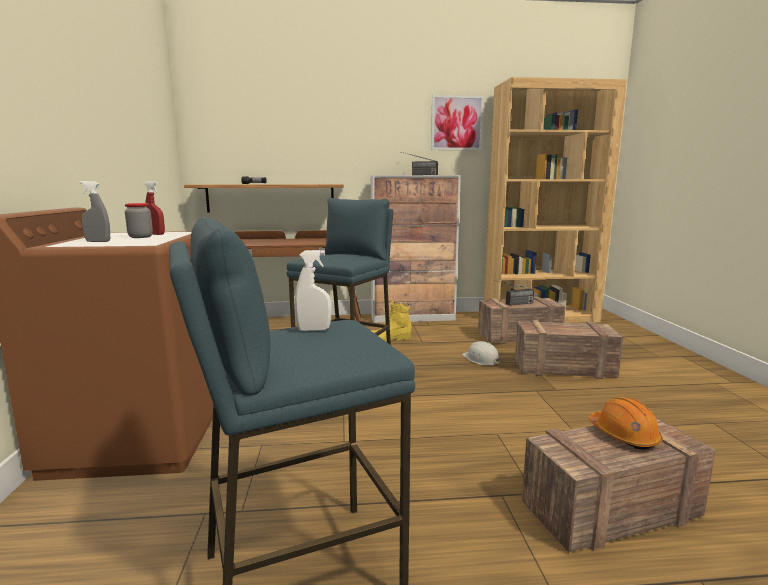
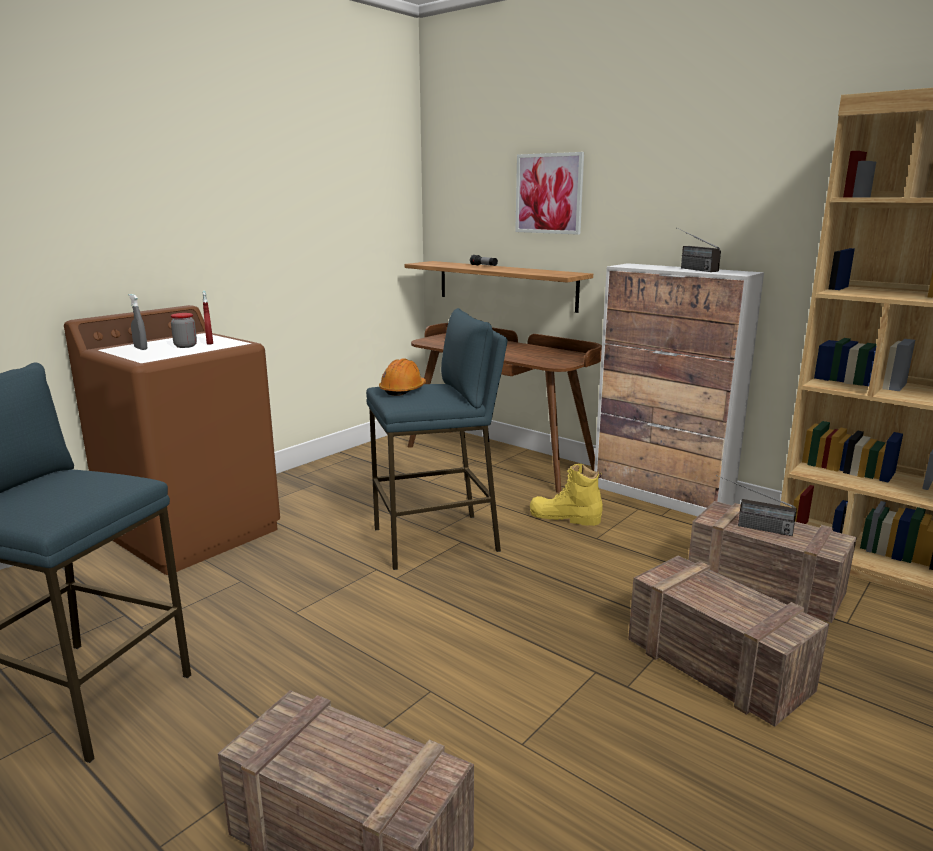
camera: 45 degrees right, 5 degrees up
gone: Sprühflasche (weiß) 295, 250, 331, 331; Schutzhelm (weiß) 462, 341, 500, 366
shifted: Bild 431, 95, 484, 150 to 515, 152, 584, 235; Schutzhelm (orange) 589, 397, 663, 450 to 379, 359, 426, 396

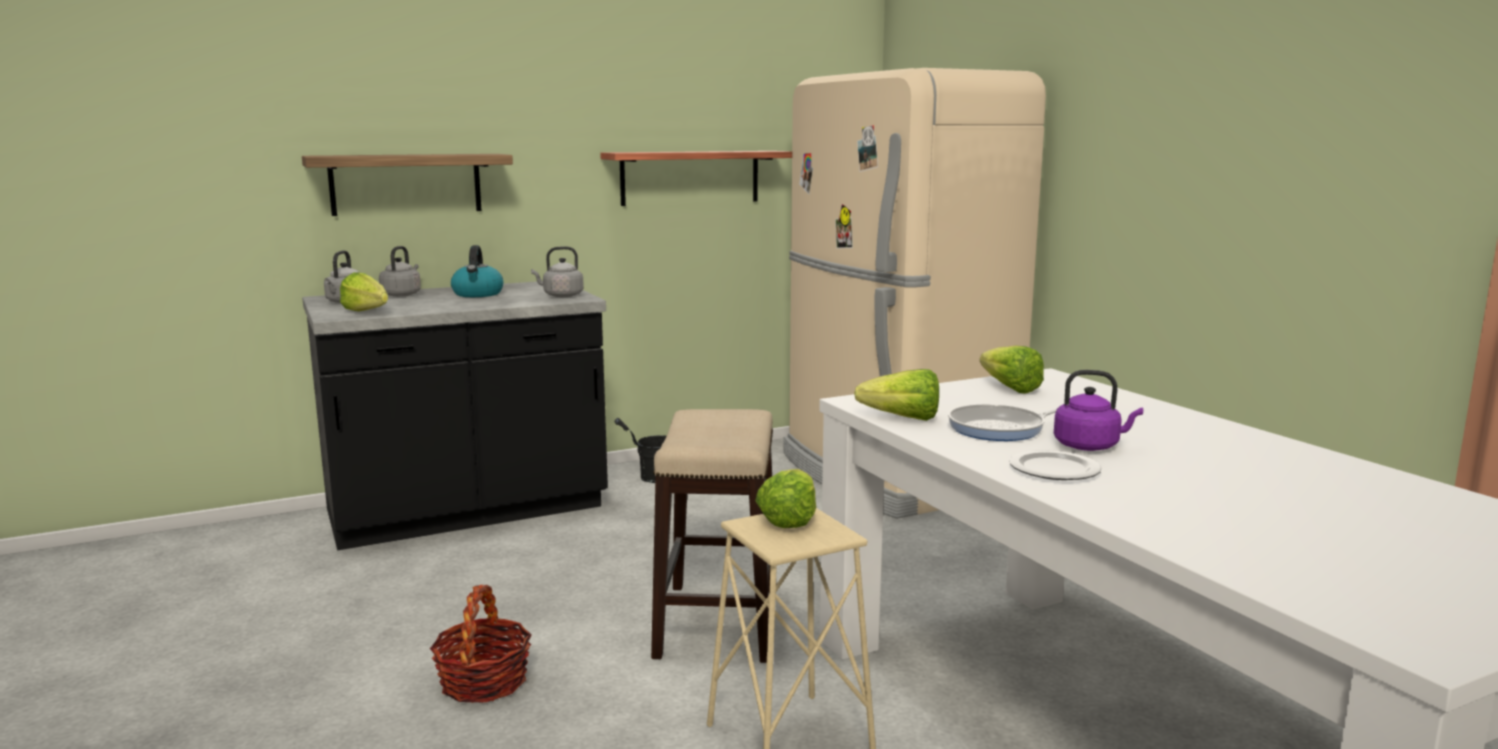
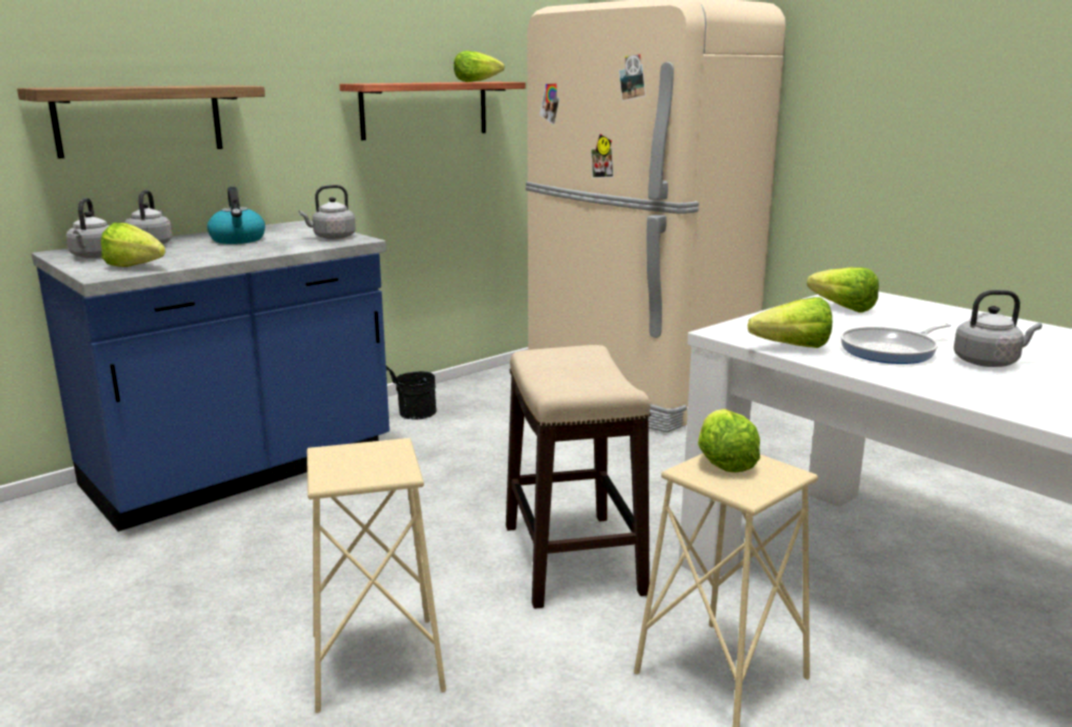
camera: 15 degrees left, 5 degrees up
gone: Teller 1009, 450, 1102, 480
new: Salatkopf 454, 51, 504, 82
swapped: Korb 430, 585, 532, 703 to Hocker (beige) 307, 438, 446, 713
repainted: Küchenzeile (schwarz) 302, 281, 608, 550 to Küchenzeile (blau) 31, 220, 390, 532; Wasserkessel (lila) 1054, 370, 1143, 451 to Wasserkessel (grau) 954, 290, 1042, 367

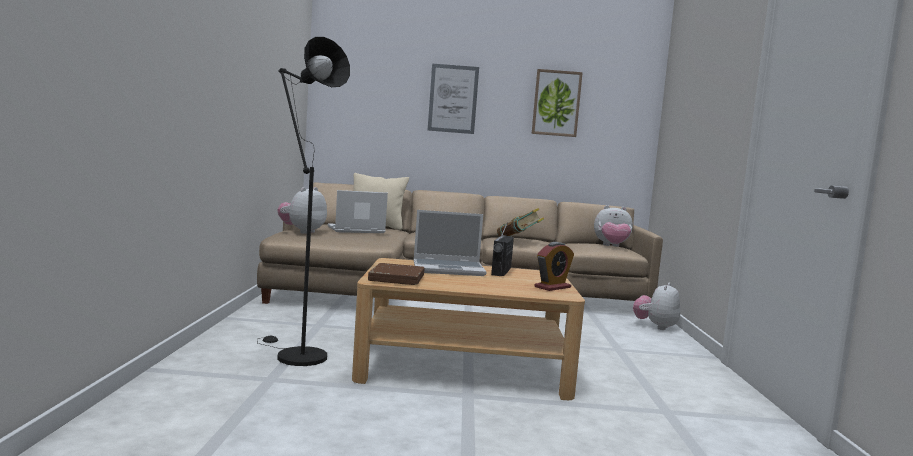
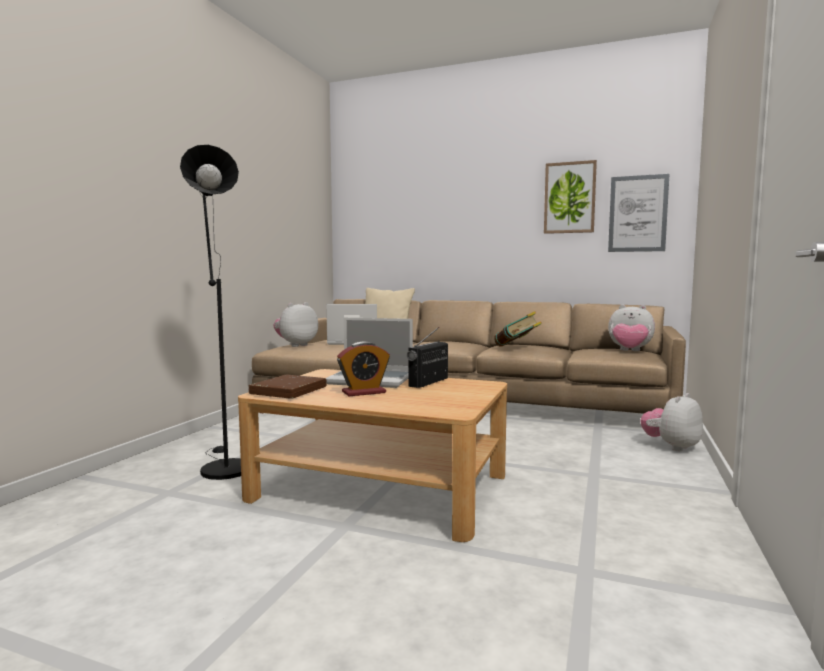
camera: 20 degrees right, 0 degrees up
shifted: Bild 428, 64, 479, 134 to 608, 174, 669, 252; Wecker 534, 242, 574, 291 to 337, 342, 390, 396

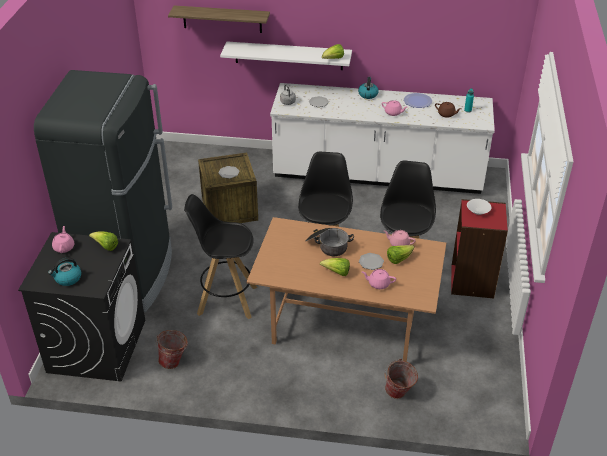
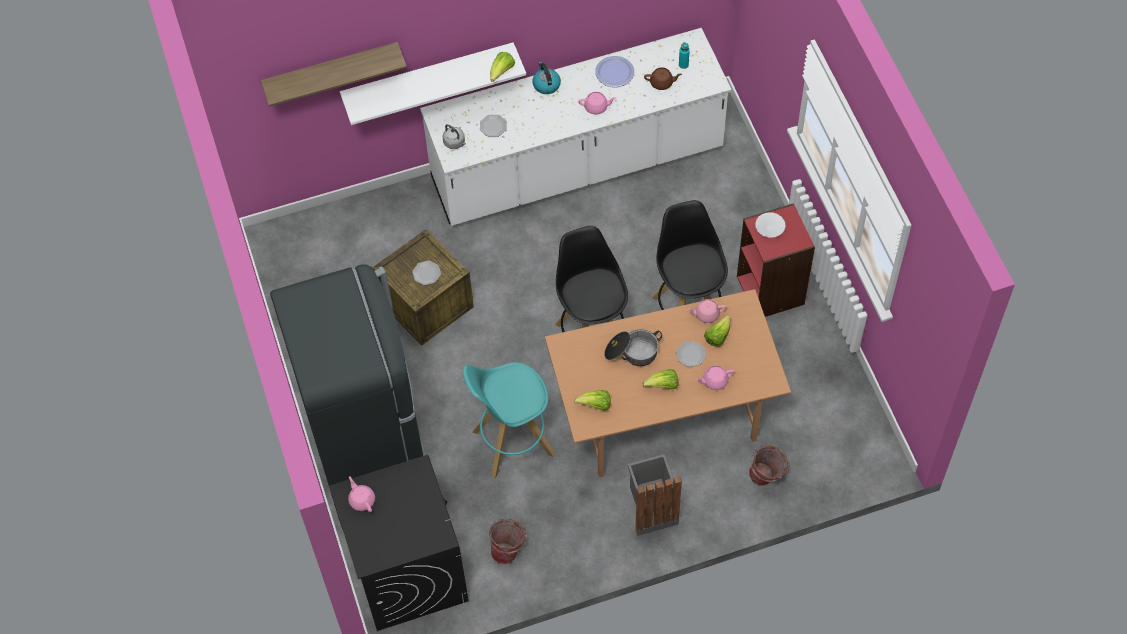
camera: 25 degrees left, 20 degrees up
gone: Wasserkessel 48, 257, 81, 286
new: Mülleimer (grau) 626, 454, 682, 536
shifted: Salatkopf 89, 231, 118, 251 to 574, 390, 610, 411
repainted: Hocker (schwarz) 184, 194, 257, 319 to Hocker (türkis) 463, 362, 556, 478

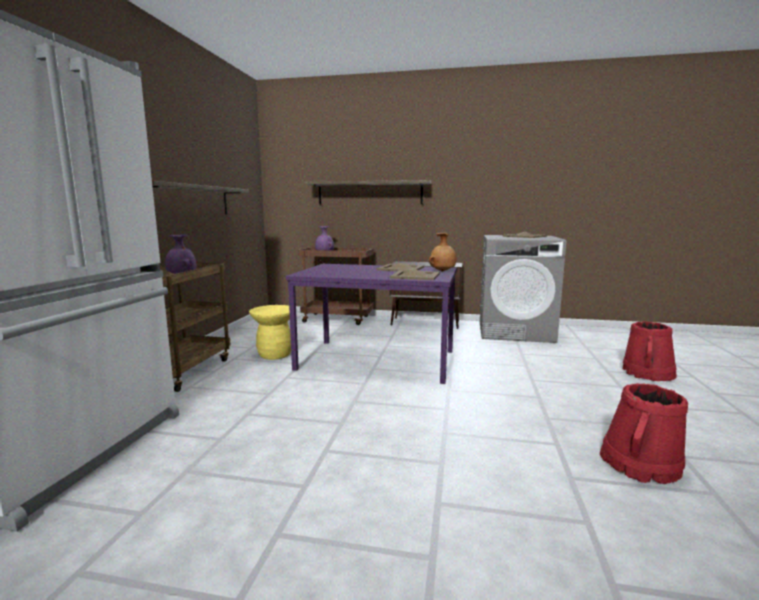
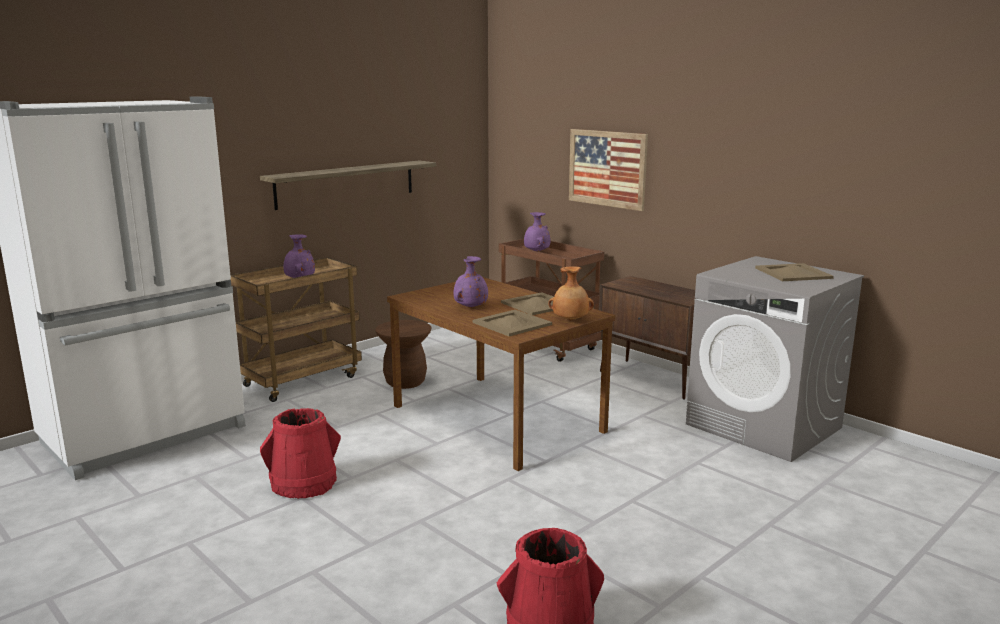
camera: 35 degrees right, 5 degrees up
new: Vase (lila) 454, 256, 488, 308
shifted: Eimer (rot) 623, 321, 677, 381 to 260, 408, 341, 499
swapped: Wandregal 305, 180, 431, 205 to Bild 569, 129, 648, 211
repainted: Esstisch (lila) 286, 264, 457, 384 to Esstisch (braun) 387, 277, 615, 471; Hocker (gelb) 249, 305, 291, 360 to Hocker (braun) 375, 320, 431, 389

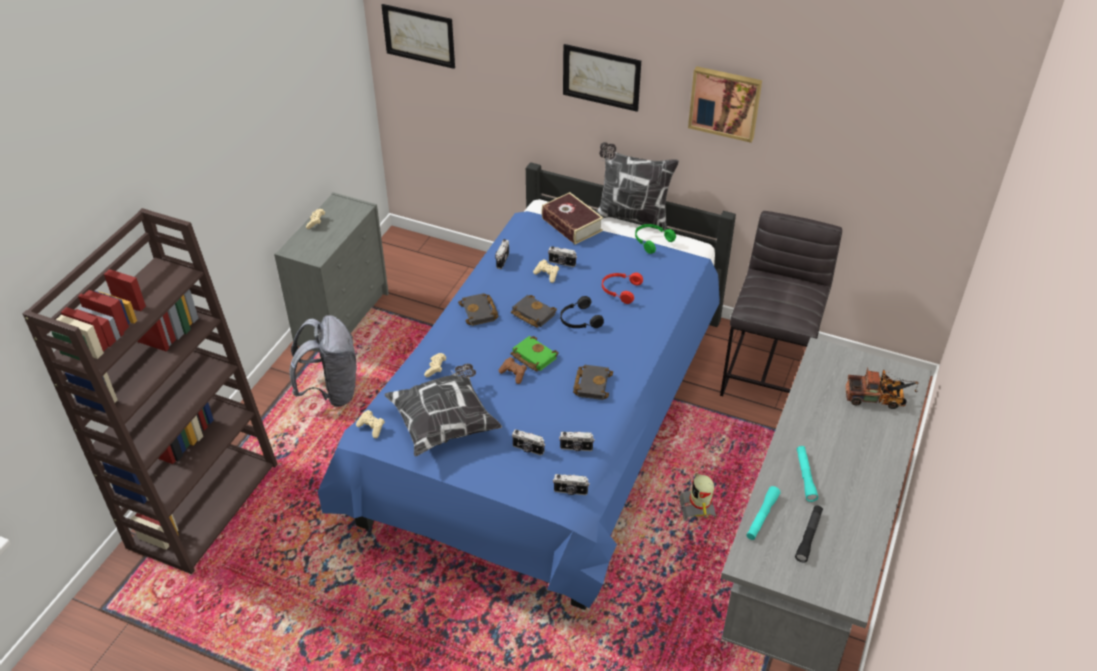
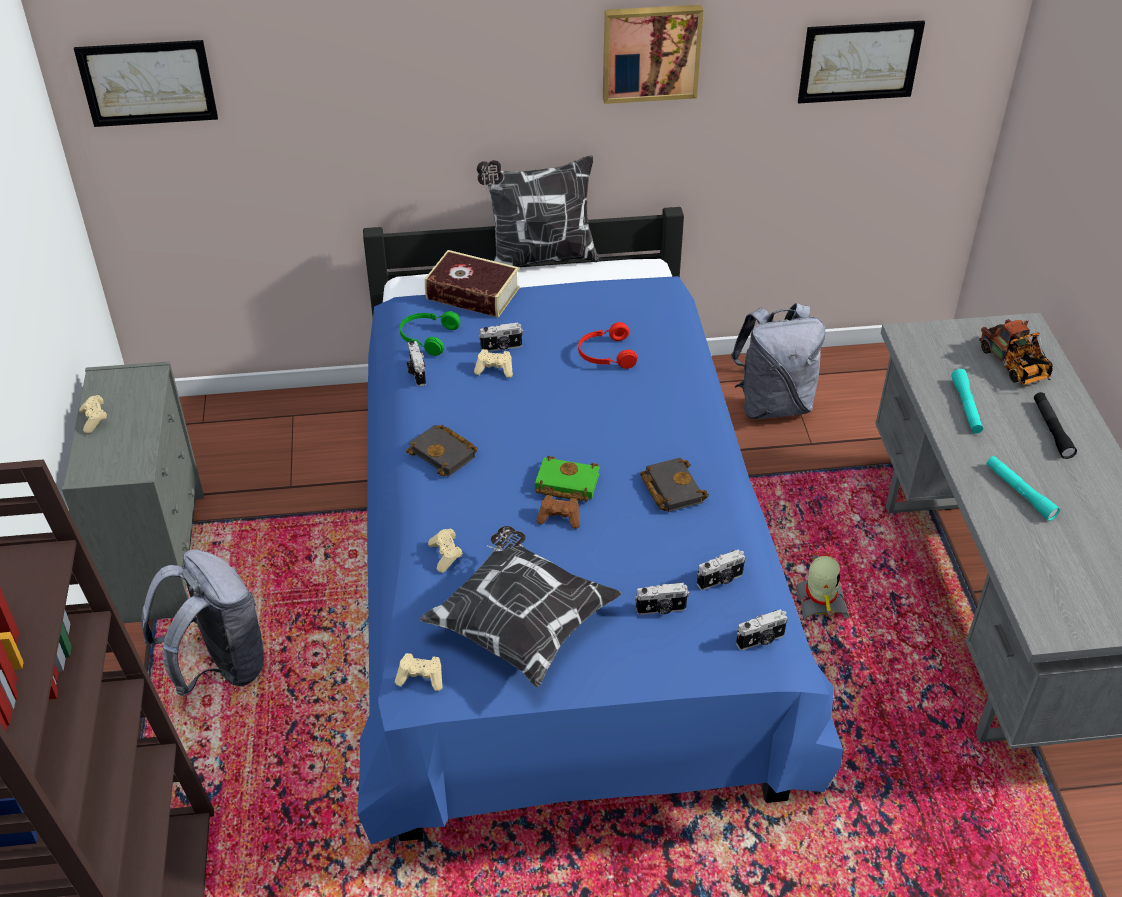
camera: 30 degrees left, 0 degrees up
gone: Buch (schwarz) 511, 295, 557, 328; Kopfhörer (schwarz) 560, 296, 604, 328
shifted: Bild 563, 44, 641, 112 to 798, 21, 925, 104; Kopfhörer (grün) 635, 224, 676, 254 to 400, 311, 460, 356; Taschenlampe (türkis) 746, 486, 781, 540 to 951, 369, 983, 434; Taschenlampe (schwarz) 795, 505, 823, 563 to 1034, 392, 1077, 459
swapped: Hocker (grau) 720, 211, 842, 396 to Rucksack (grau) 730, 303, 825, 420
rotated: Spielzeuglaster 846, 367, 918, 409 = 979, 319, 1053, 385 90 degrees clockwise; Spielzeugroboter 679, 471, 716, 521 = 795, 552, 849, 621 150 degrees counterclockwise

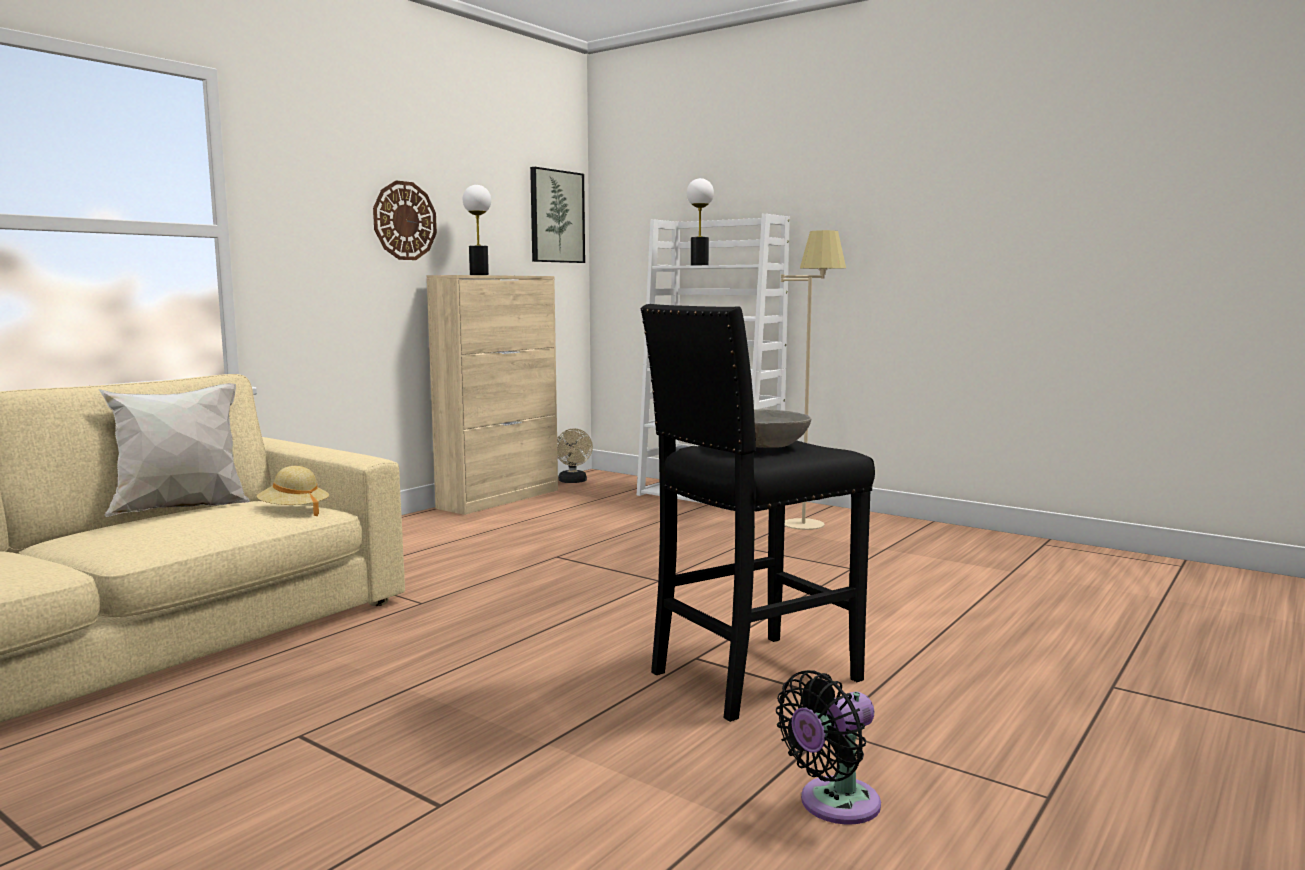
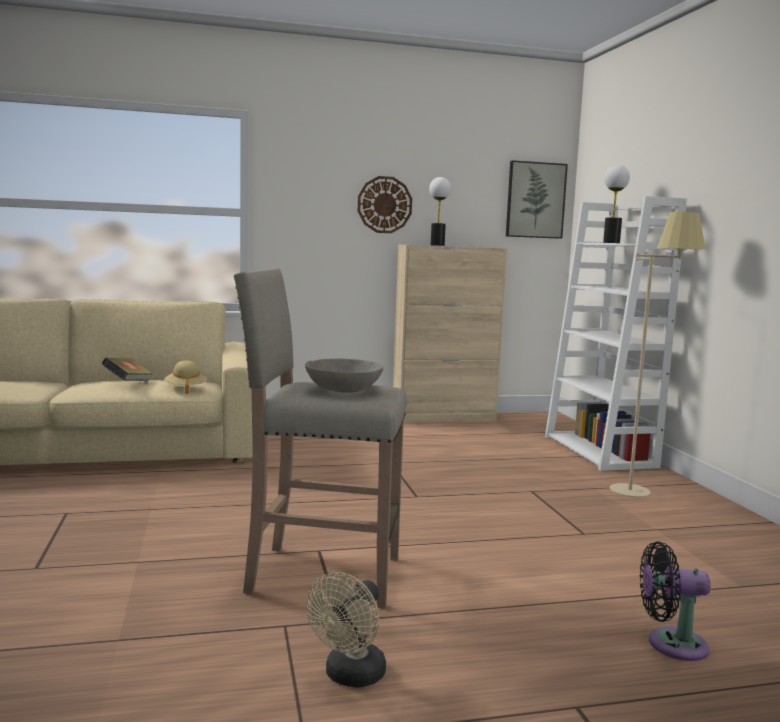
camera: 40 degrees right, 0 degrees up
gone: Kissen (weiß) 99, 383, 250, 517
new: Buch 102, 358, 153, 381
shifted: Ventilator (beige) 557, 428, 593, 483 to 307, 572, 386, 688; Ventilator (schwarz) 776, 670, 881, 824 to 640, 542, 711, 661
repainted: Hocker (schwarz) 641, 304, 875, 722 to Hocker (beige) 234, 268, 407, 608

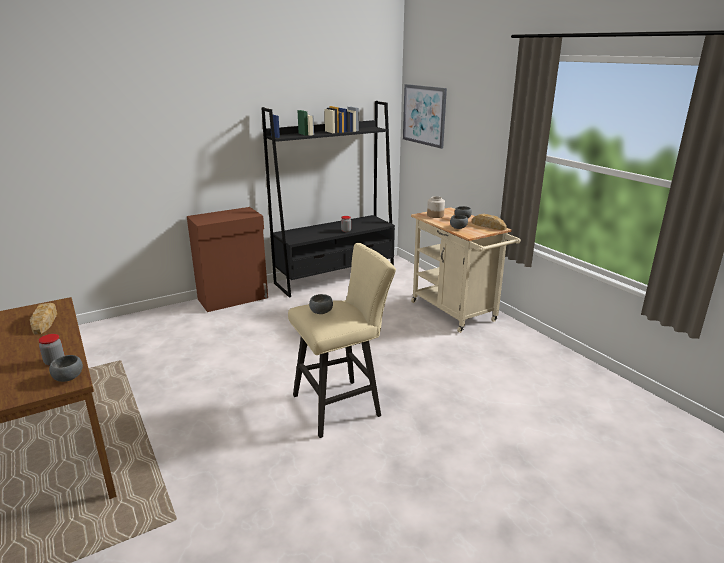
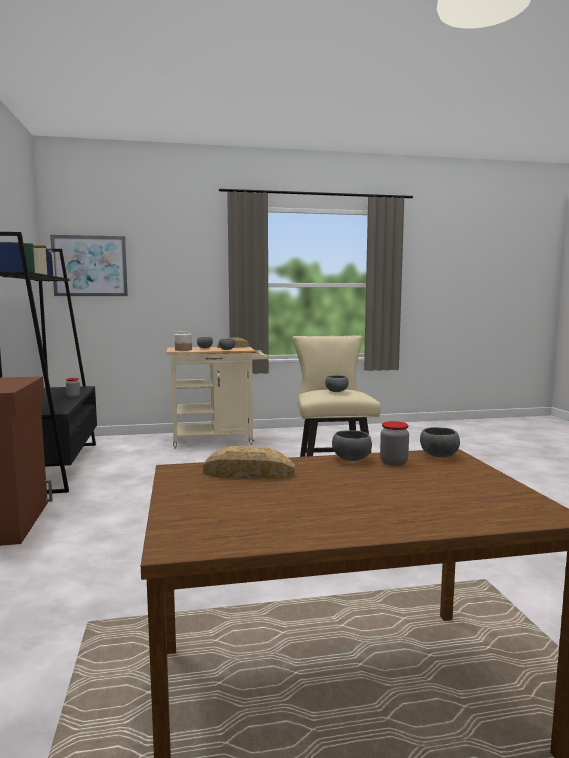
camera: 70 degrees left, 15 degrees down
new: Schüssel (grau) 332, 430, 372, 461

